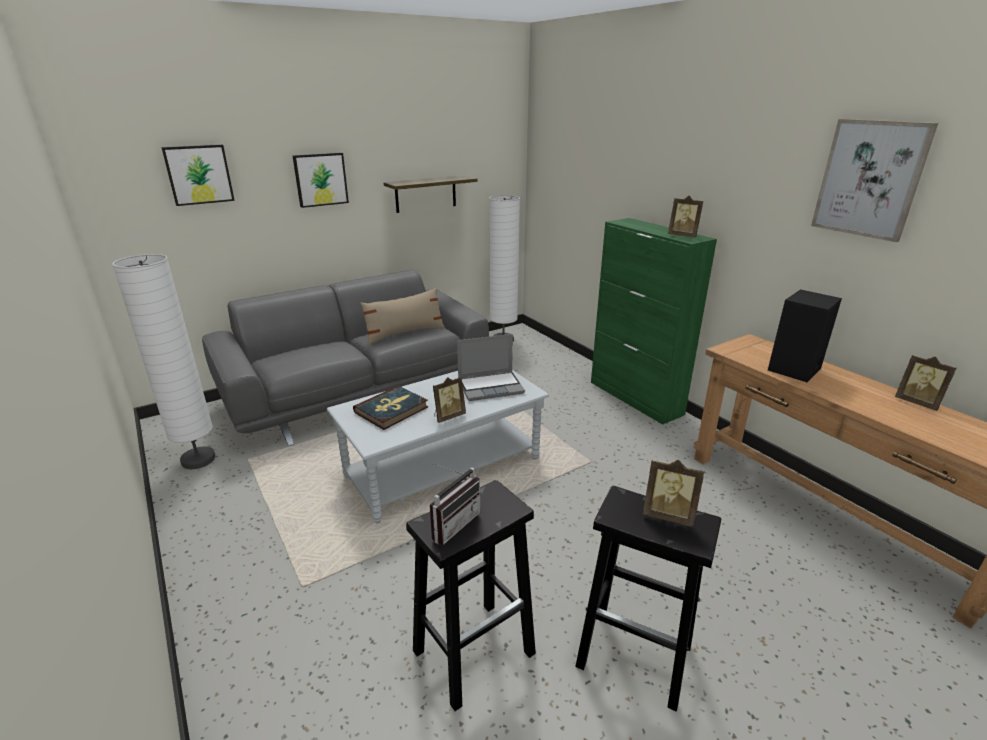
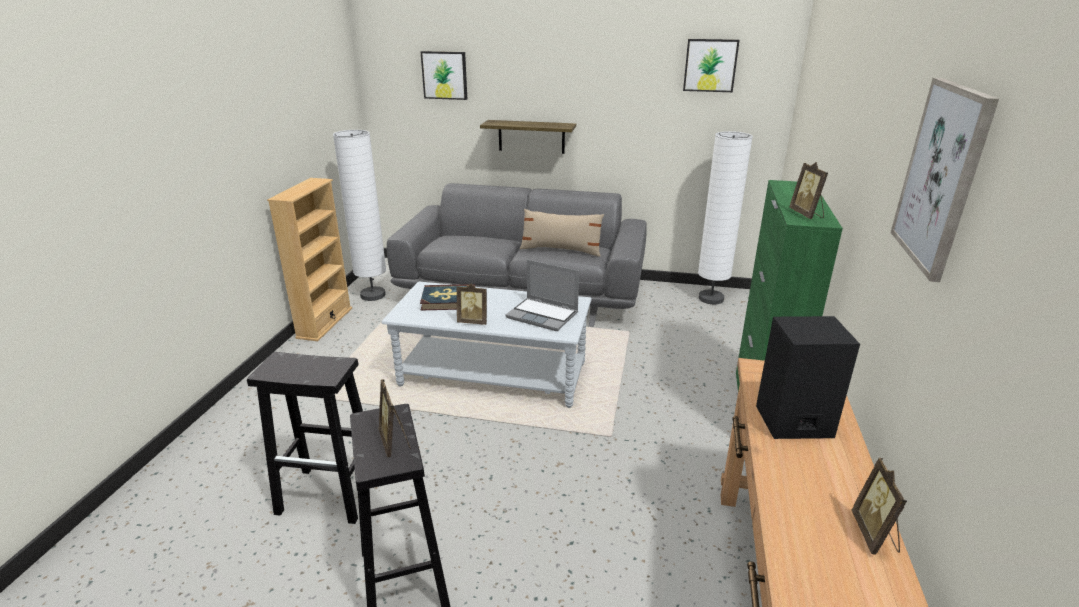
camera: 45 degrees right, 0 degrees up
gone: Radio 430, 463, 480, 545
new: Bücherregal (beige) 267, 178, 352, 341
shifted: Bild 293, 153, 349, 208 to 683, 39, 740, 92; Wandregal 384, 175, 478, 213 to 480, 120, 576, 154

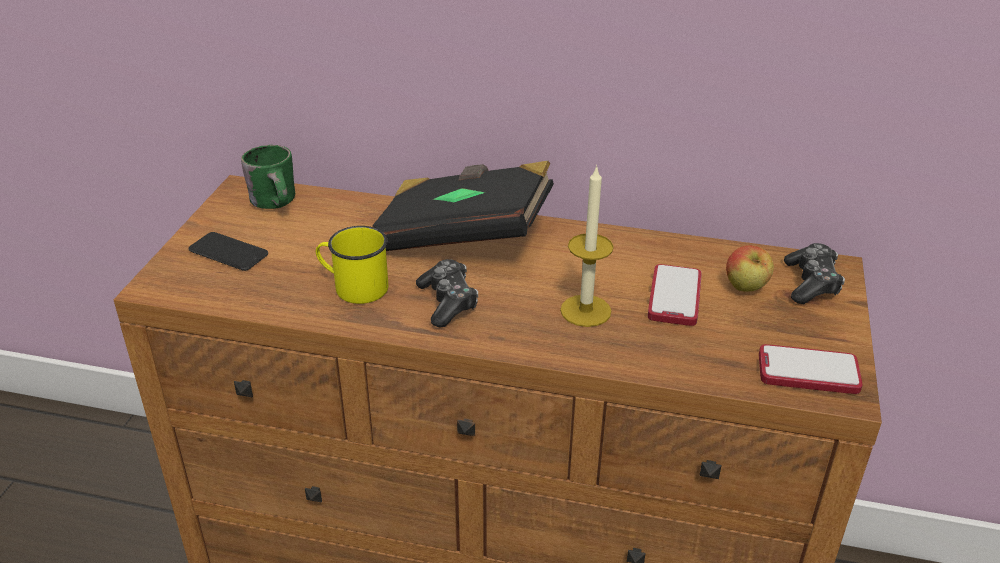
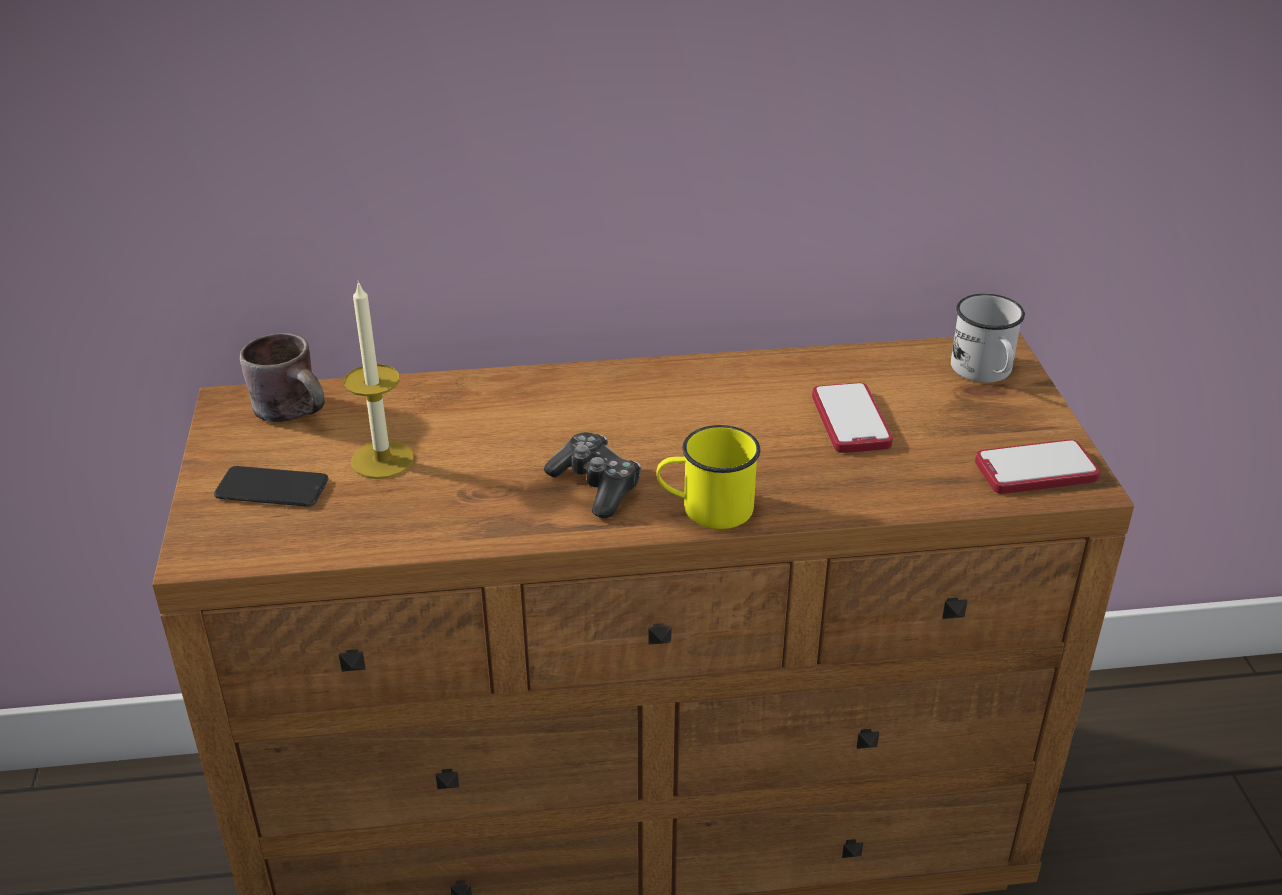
camera: 20 degrees left, 0 degrees up
gone: Buch (schwarz) 372, 161, 554, 251; Apfel 726, 246, 774, 291
shifted: Kerze 560, 165, 614, 327 to 344, 281, 414, 479; Henkelbecher (gelb) 316, 226, 388, 304 to 657, 425, 760, 529
swapped: Gamepad 784, 243, 845, 304 to Henkelbecher (weiß) 951, 294, 1025, 383
repainted: Henkelbecher (grün) 241, 145, 295, 209 to Henkelbecher (braun) 240, 333, 324, 422

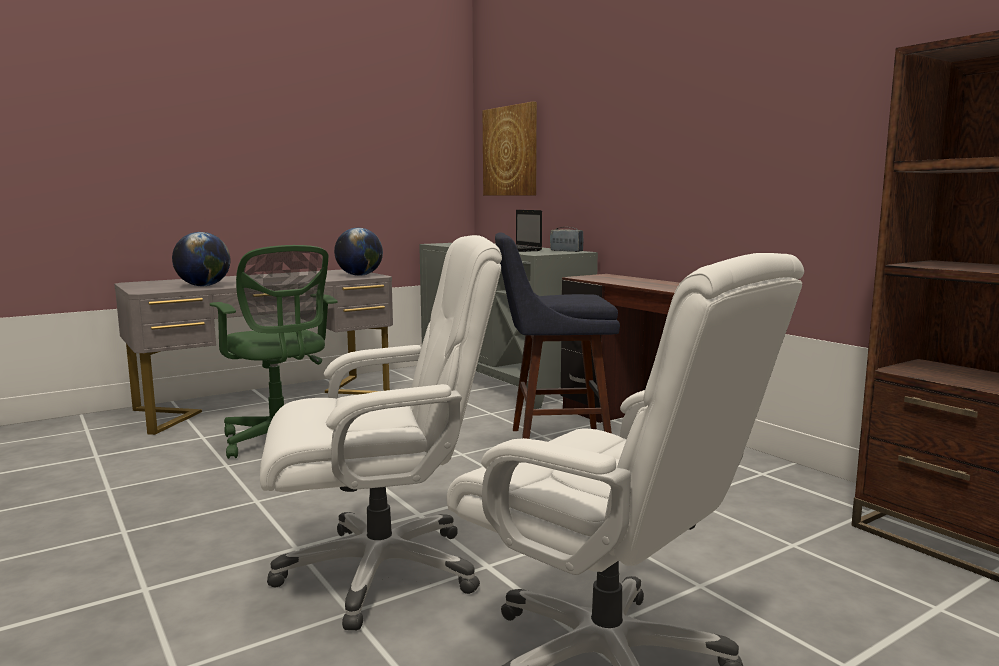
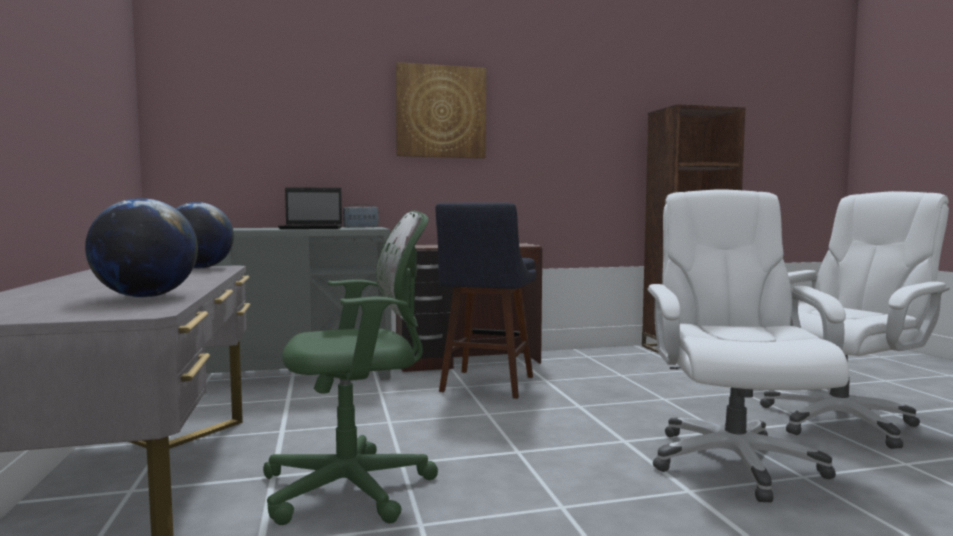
camera: 70 degrees left, 5 degrees down
shifted: Bild 483, 102, 537, 195 to 396, 62, 486, 159

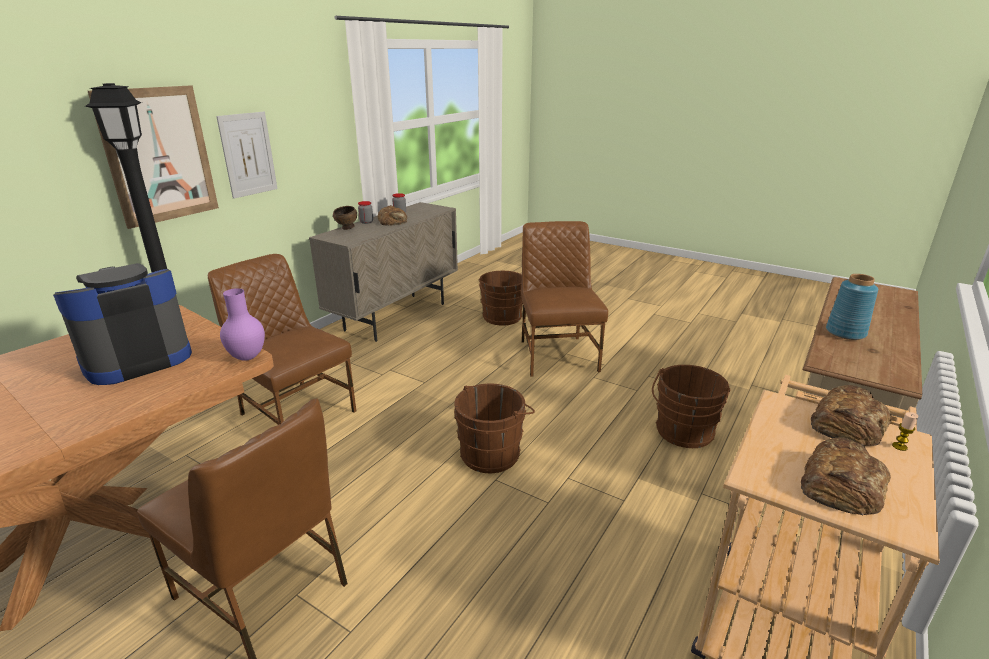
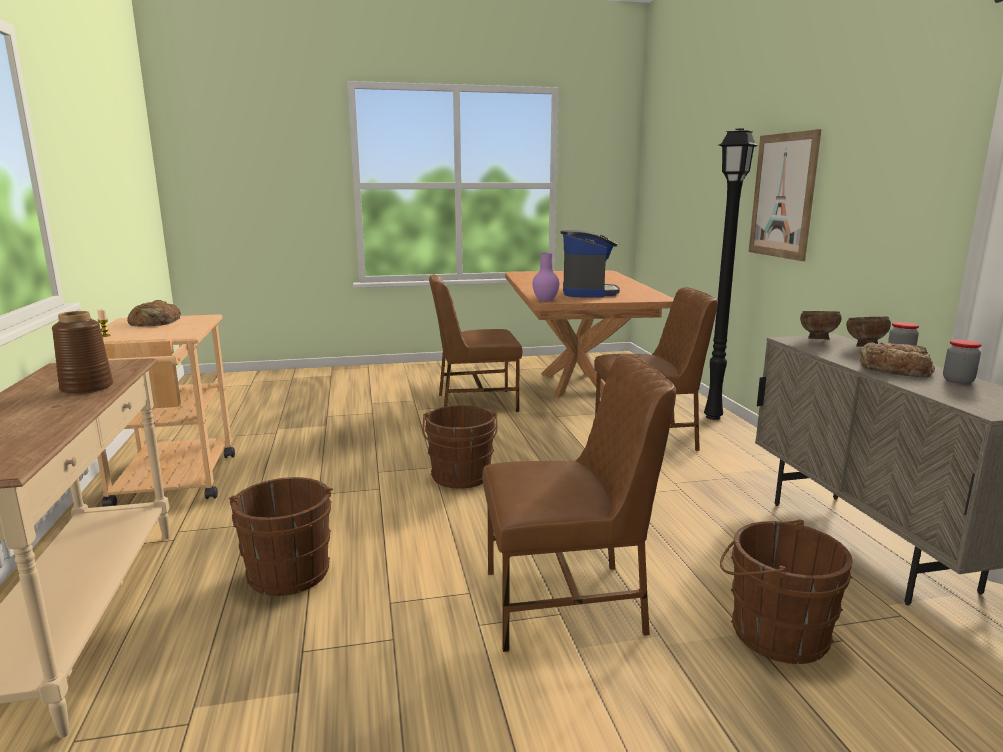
camera: 135 degrees right, 10 degrees down
gone: Bild 216, 112, 278, 199; Brot 811, 385, 892, 446
new: Schüssel (braun) 800, 311, 842, 339
repainted: Vase (blau) 826, 274, 878, 340 to Vase (braun) 52, 311, 113, 394
rotated: Stuhl (braun) 521, 221, 608, 377 = 482, 355, 676, 652 45 degrees counterclockwise

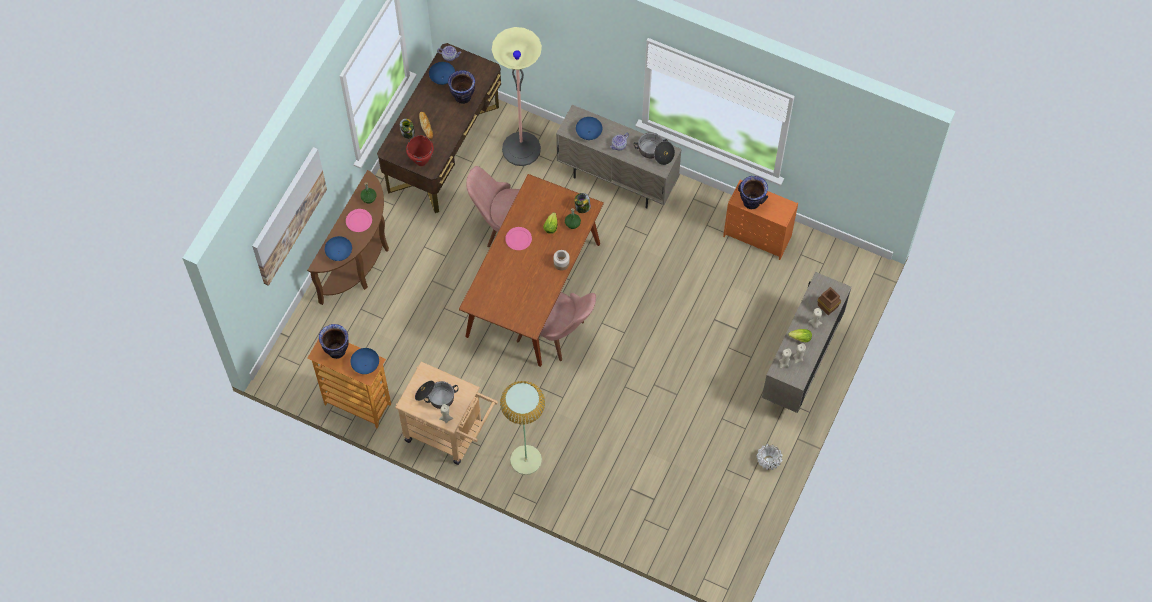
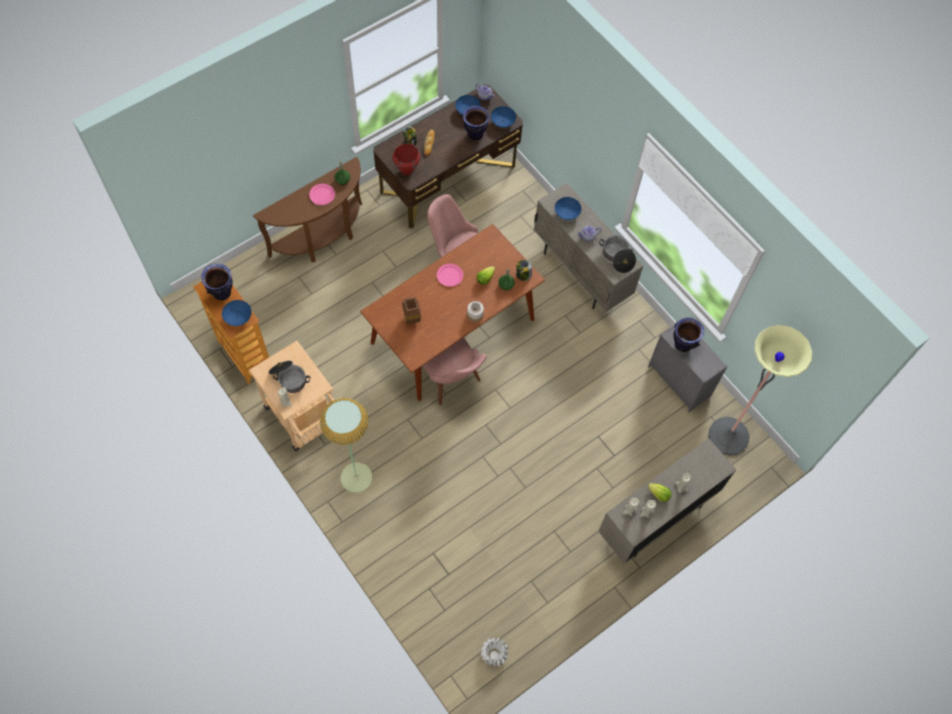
camera: 25 degrees right, 0 degrees up
gone: Bild 252, 147, 327, 286
shifted: Stehlampe 492, 27, 542, 166 to 708, 325, 812, 456; Schüssel (blau) 325, 236, 352, 261 to 491, 106, 516, 128; Vase (braun) 818, 287, 841, 315 to 402, 297, 421, 324; Pflanzkübel (weiß) 757, 444, 783, 470 to 481, 637, 509, 667
repainted: Kommode (orange) 723, 179, 798, 260 to Kommode (grau) 648, 325, 728, 412

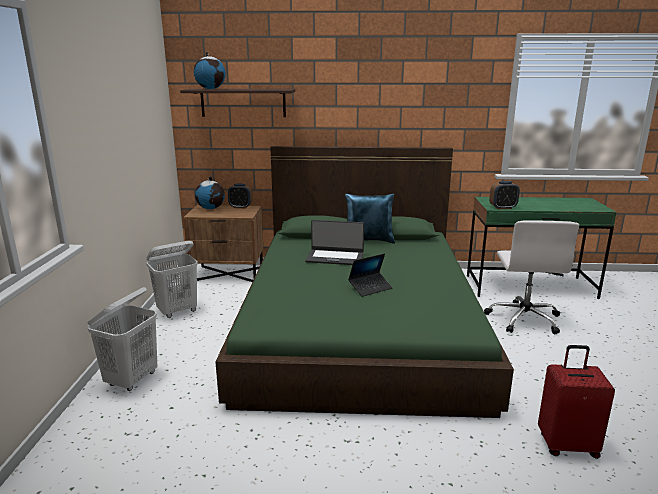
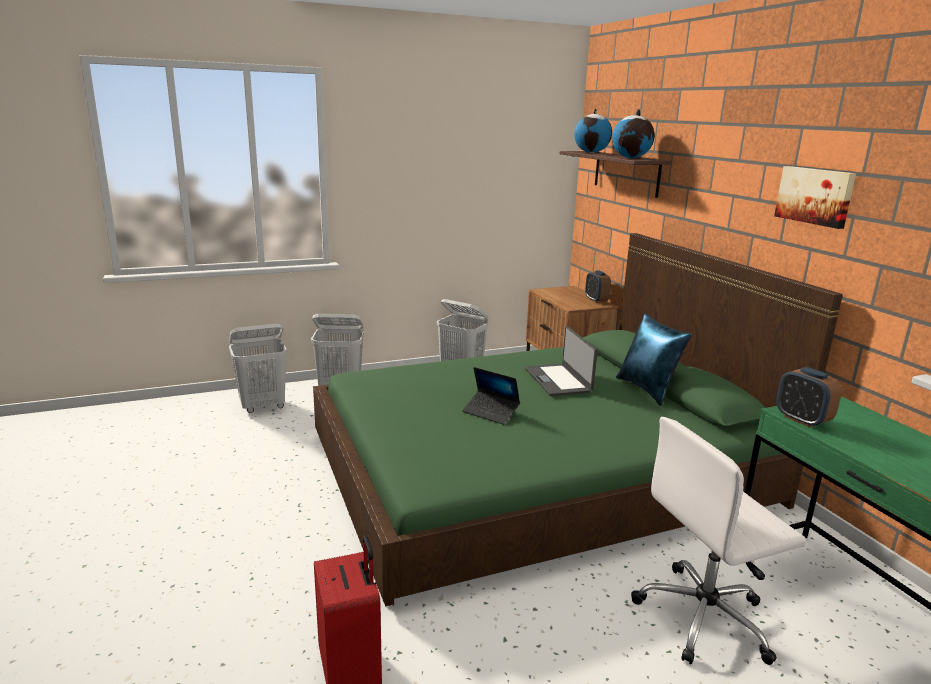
camera: 65 degrees right, 0 degrees up
new: Bild 774, 166, 856, 229; Wäschekorb (weiß) 229, 324, 287, 413
shifted: Globus 195, 176, 225, 209 to 612, 109, 655, 158

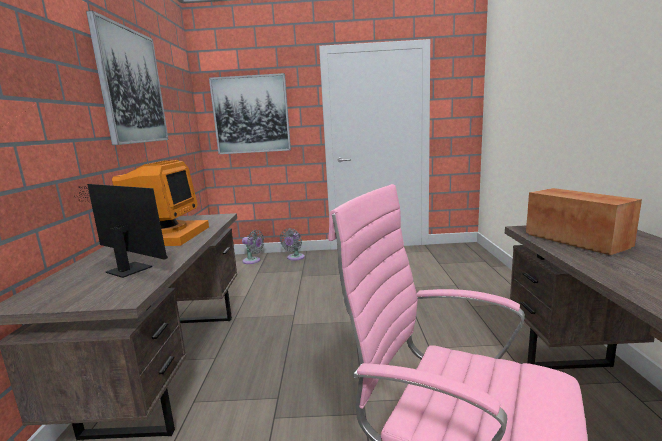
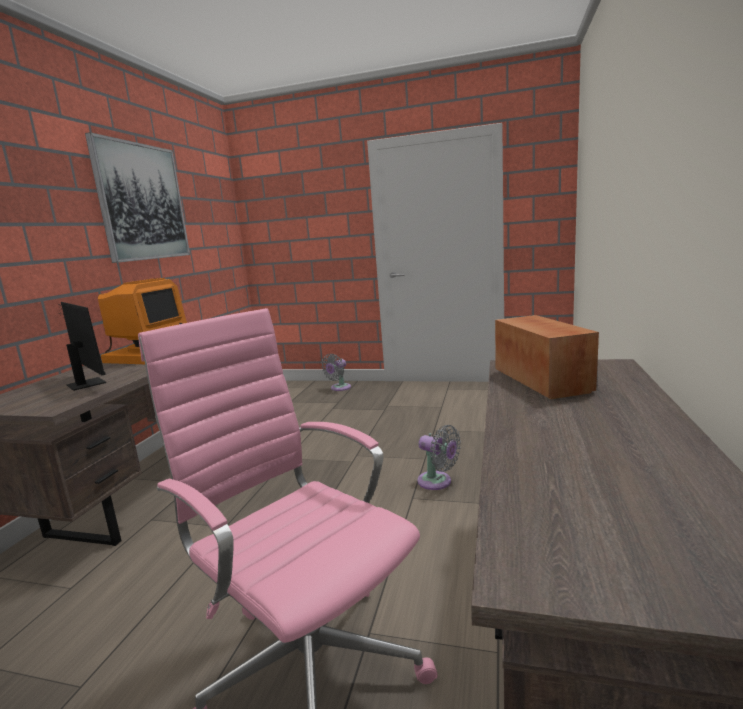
camera: 15 degrees right, 0 degrees up
gone: Bild 209, 73, 291, 154
shifted: Ventilator (grau) 242, 230, 264, 264 to 417, 425, 461, 490

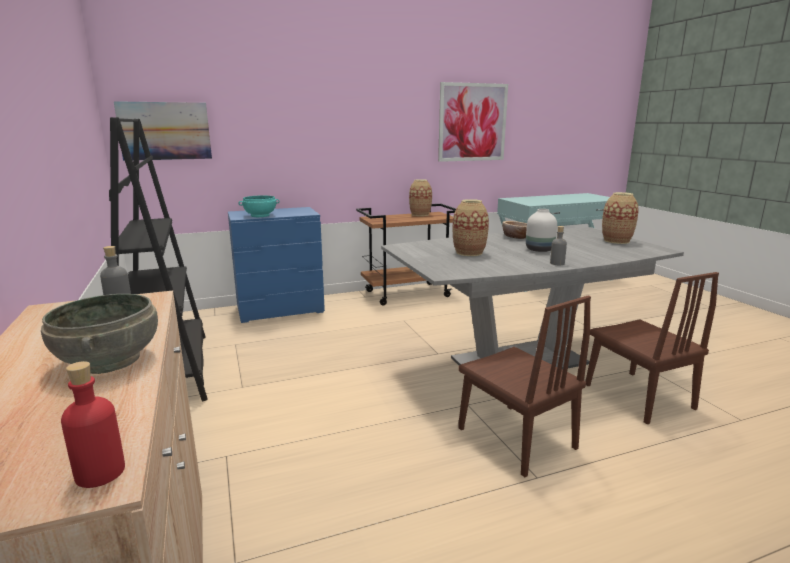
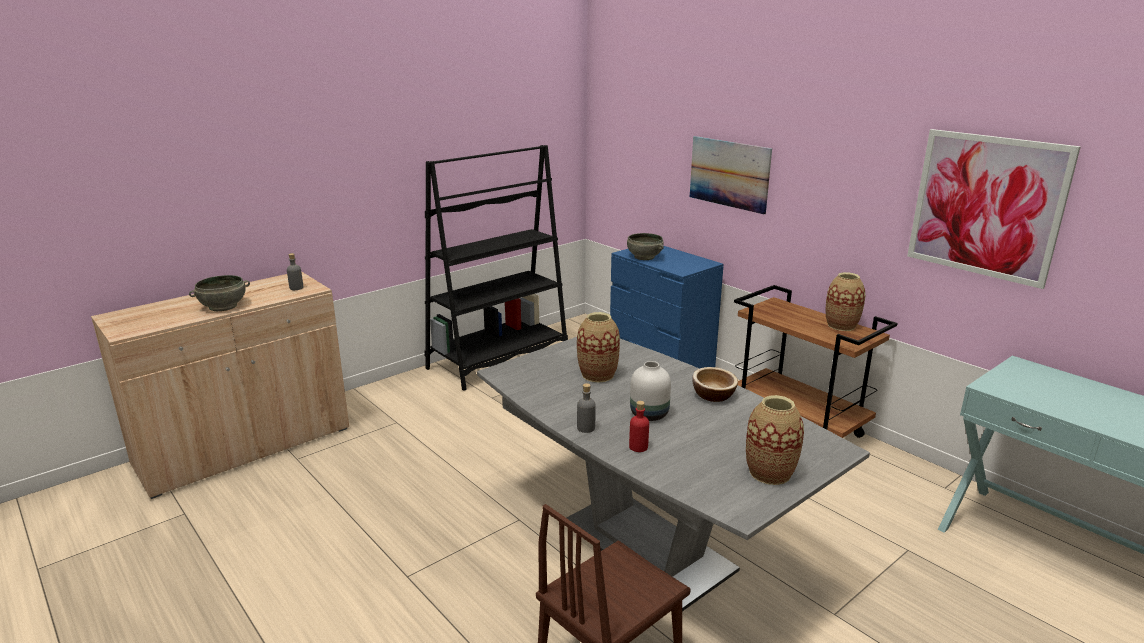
camera: 70 degrees right, 5 degrees up
gone: Stuhl (braun) 458, 295, 591, 477
shifted: Bild 114, 101, 212, 161 to 690, 136, 772, 214; Flasche (rot) 61, 361, 125, 488 to 629, 401, 649, 452
repainted: Schüssel (türkis) 238, 196, 280, 217 to Schüssel (grau) 627, 233, 664, 260

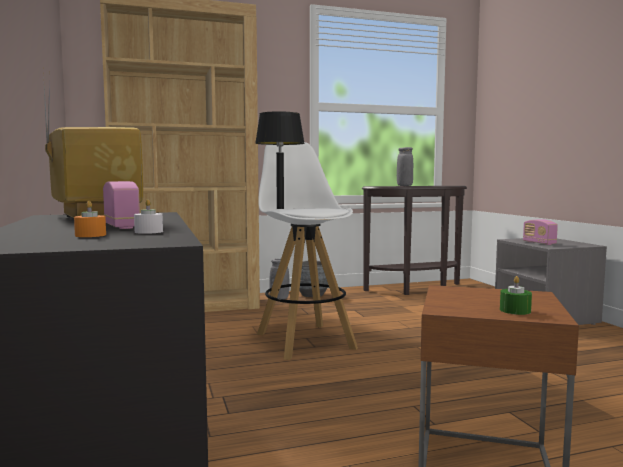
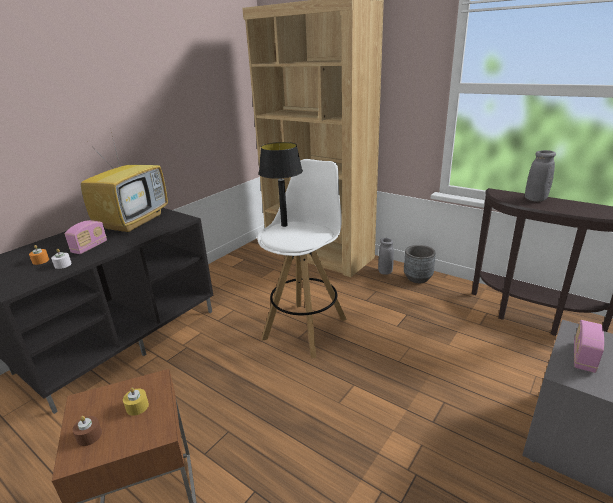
camera: 55 degrees right, 20 degrees up
new: Kerze (gelb) 123, 387, 149, 416
repainted: Kerze (grün) 500, 276, 532, 315 to Kerze (braun) 72, 416, 102, 446

